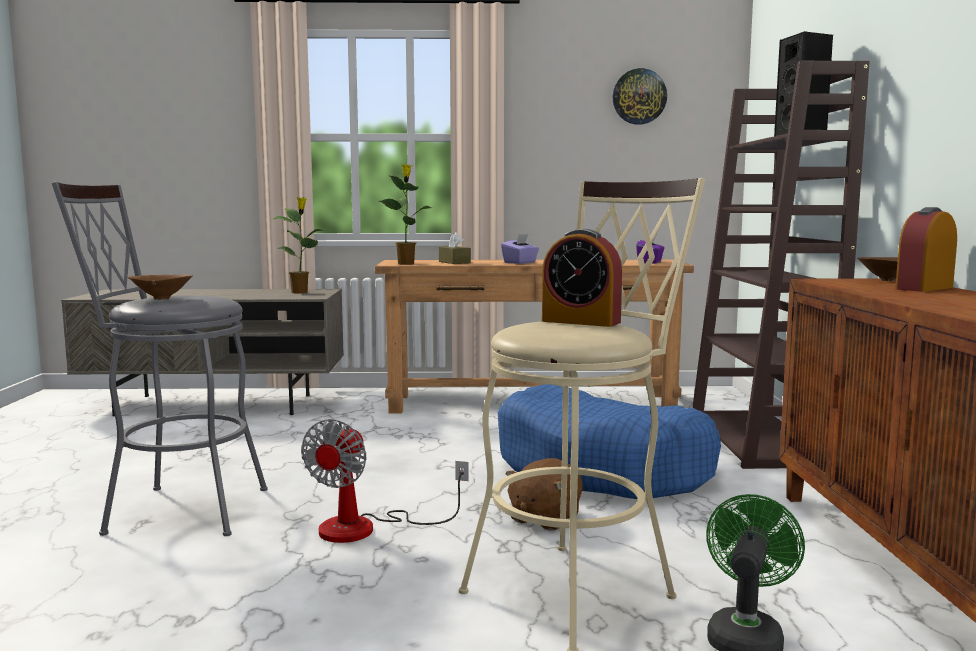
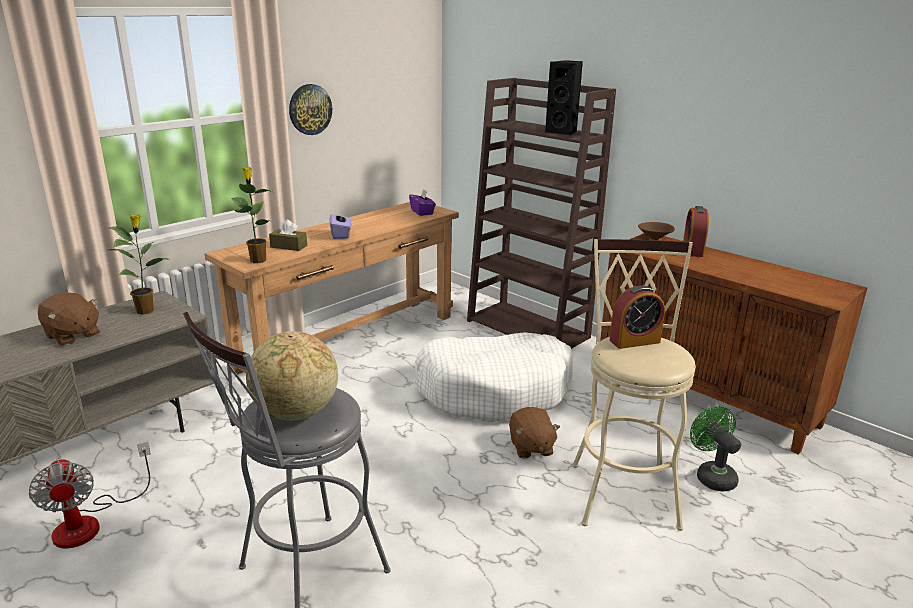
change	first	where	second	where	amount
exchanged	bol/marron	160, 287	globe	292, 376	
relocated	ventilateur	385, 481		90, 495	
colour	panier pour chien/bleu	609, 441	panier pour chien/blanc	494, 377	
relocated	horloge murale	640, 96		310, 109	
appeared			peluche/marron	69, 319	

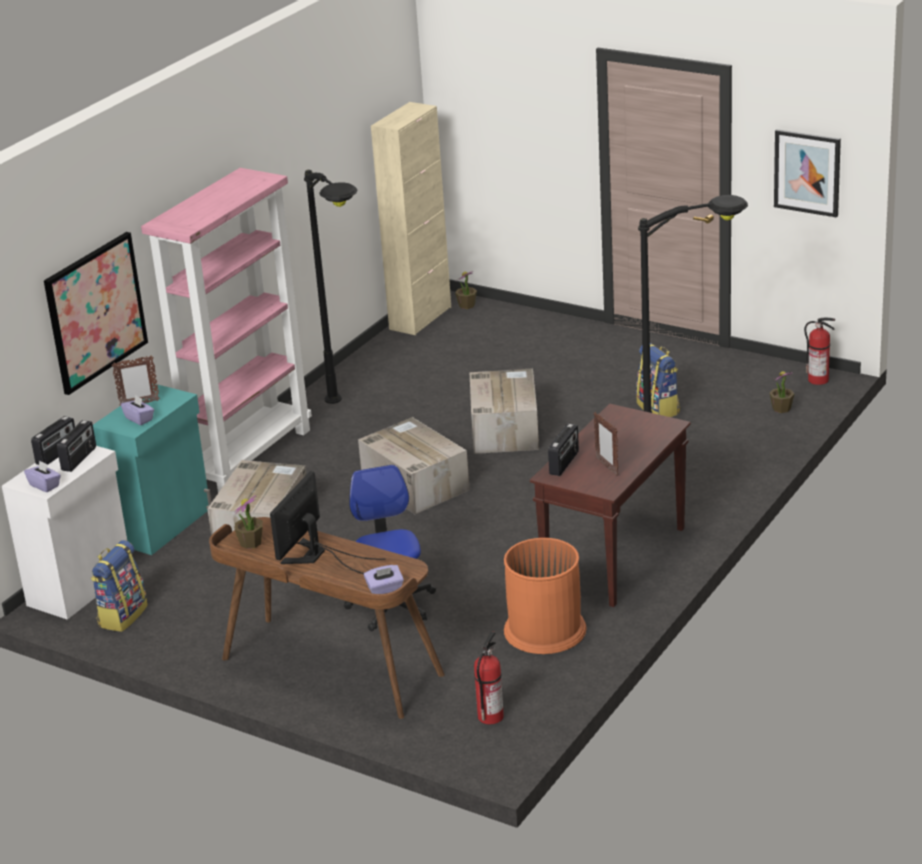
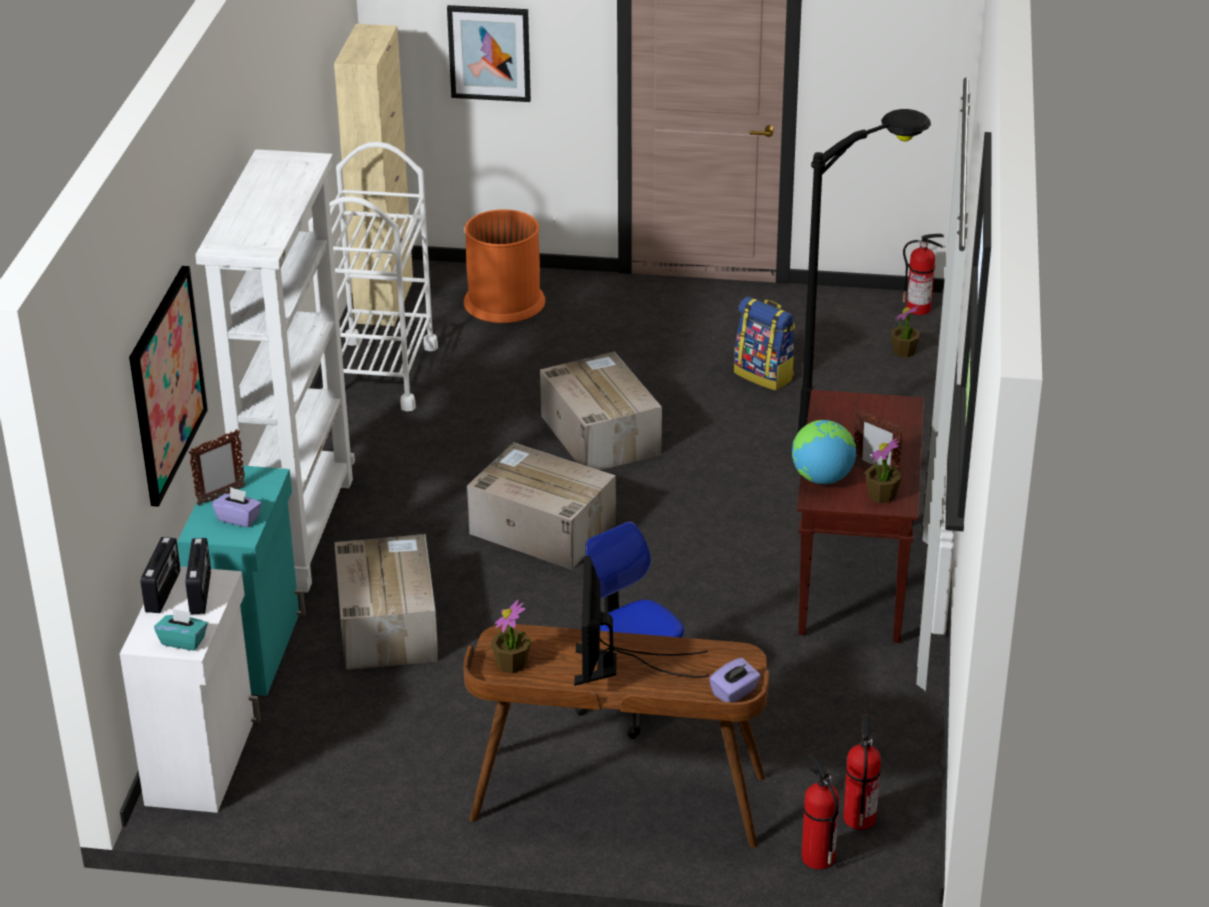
change	first	where	second	where	amount
colour	boîte à mouchoirs/violet	42, 476	boîte à mouchoirs/turquoise	181, 629	
missing	sac à dos	119, 586			
colour	bibliothèque/rose	226, 330	bibliothèque/blanc	275, 371	
missing	lampadaire/noir	331, 287			
relocated	plante en pot	466, 289		883, 471	
relocated	poubelle/orange	545, 596		504, 266	
exchanged	radio	563, 450	globe	824, 452	
relocated	tableau	807, 173		489, 53	
appeared			chariot/blanc	373, 276	
appeared			extincteur	820, 811	

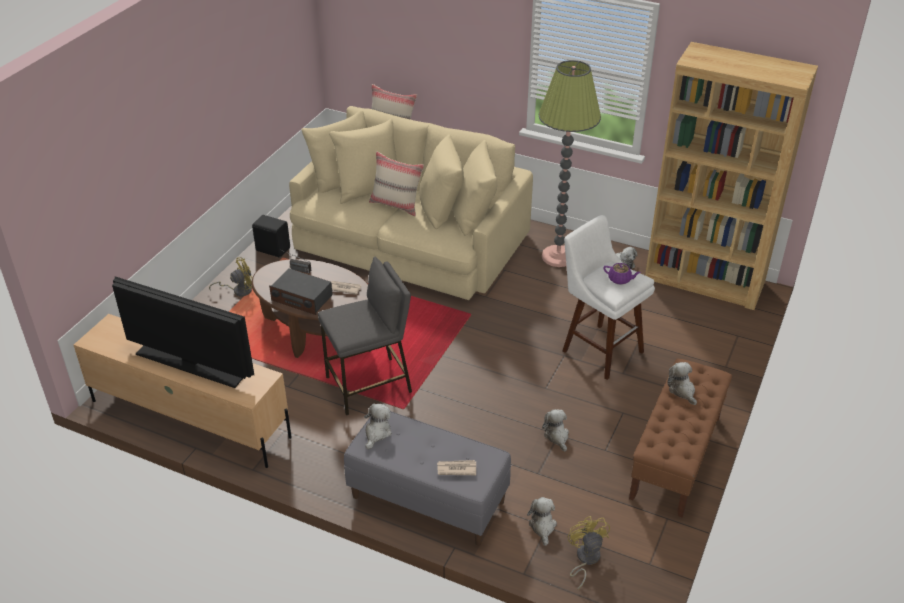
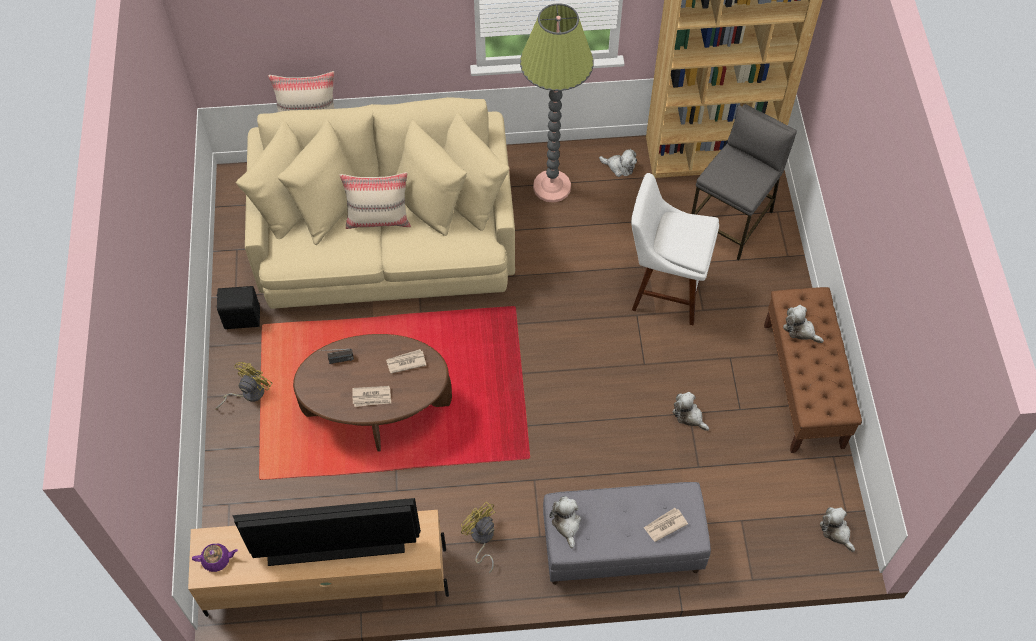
change	first	where	second	where	amount
exchanged	radio	301, 291	journal	372, 396	
relocated	tabouret/gris	365, 335		744, 182	
relocated	peluche	542, 521		837, 529	
relocated	ventilateur/jaune	589, 553		478, 537	
relocated	théière/violet	622, 274		215, 557	

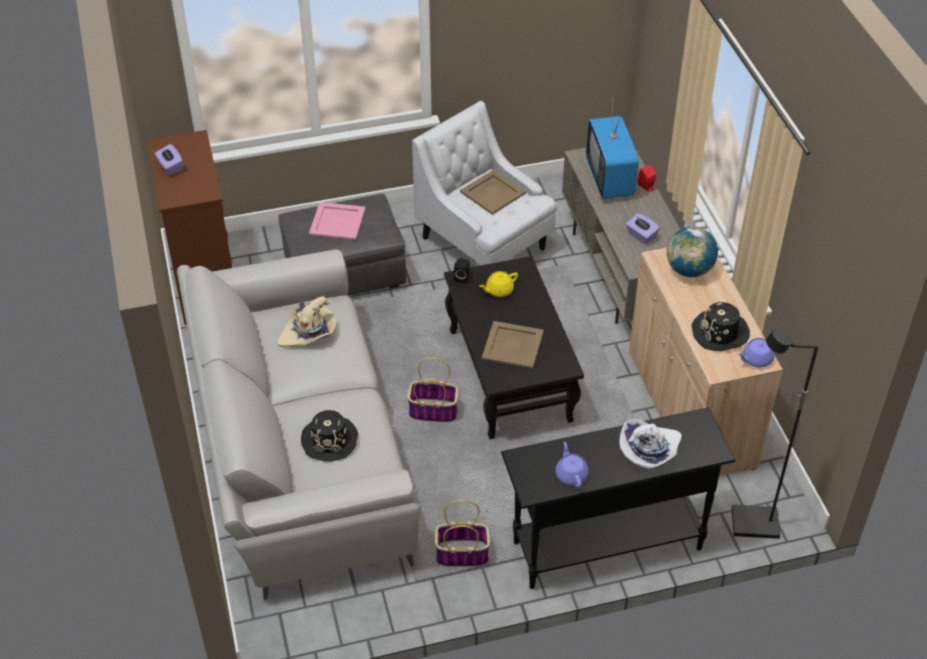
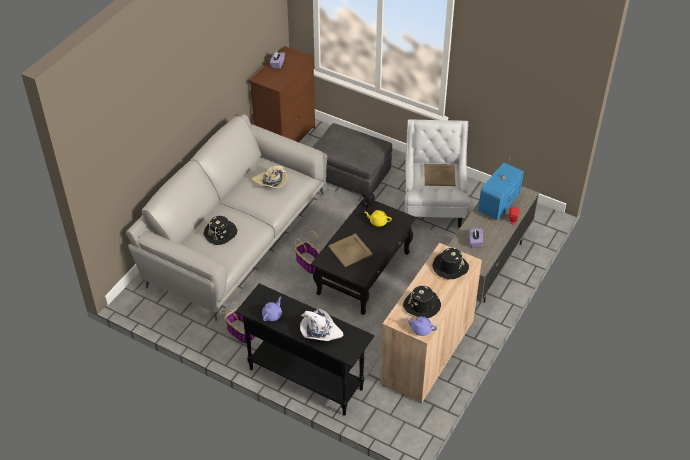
change	first	where	second	where	amount
missing	plateau/rose	337, 221			
exchanged	globe	692, 251	chapeau/noir	450, 263	
missing	lampadaire/noir	775, 433			

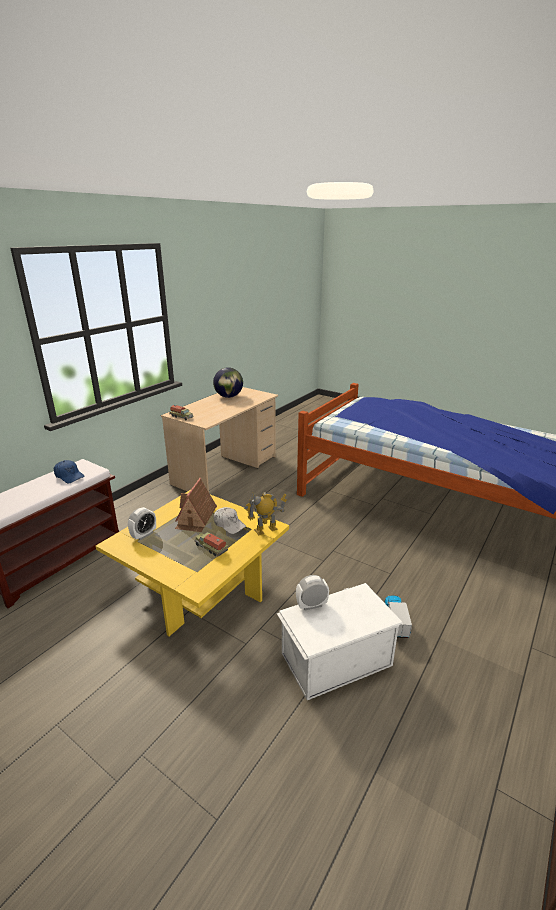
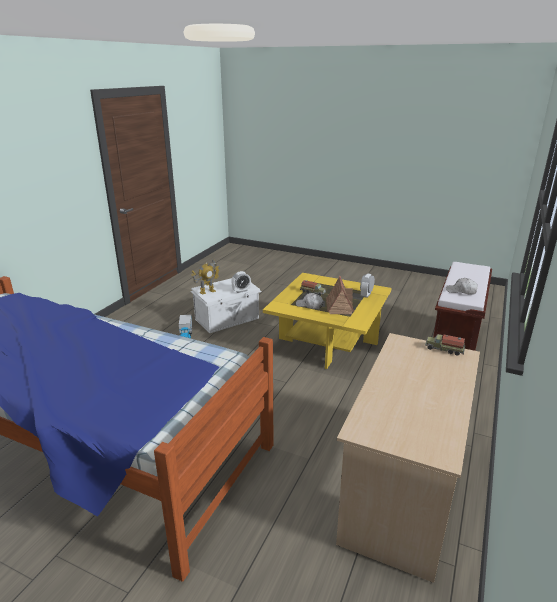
change	first	where	second	where	amount
colour	casquette/bleu	69, 471	casquette/blanc	462, 286	
missing	globe	228, 382			
relocated	robot jouet	265, 513		206, 277	

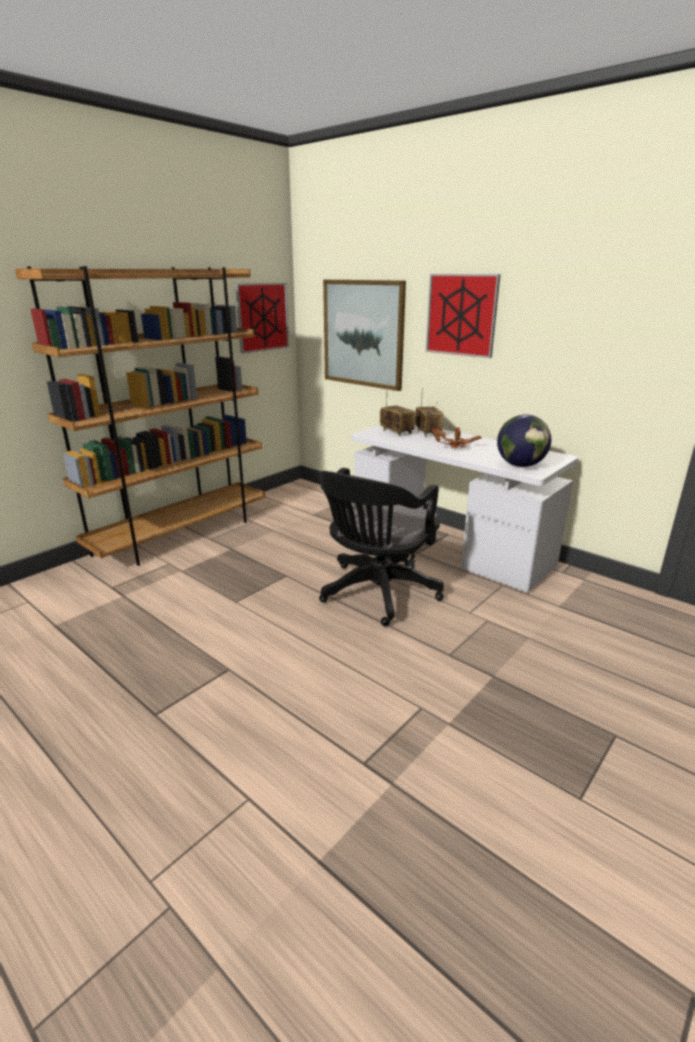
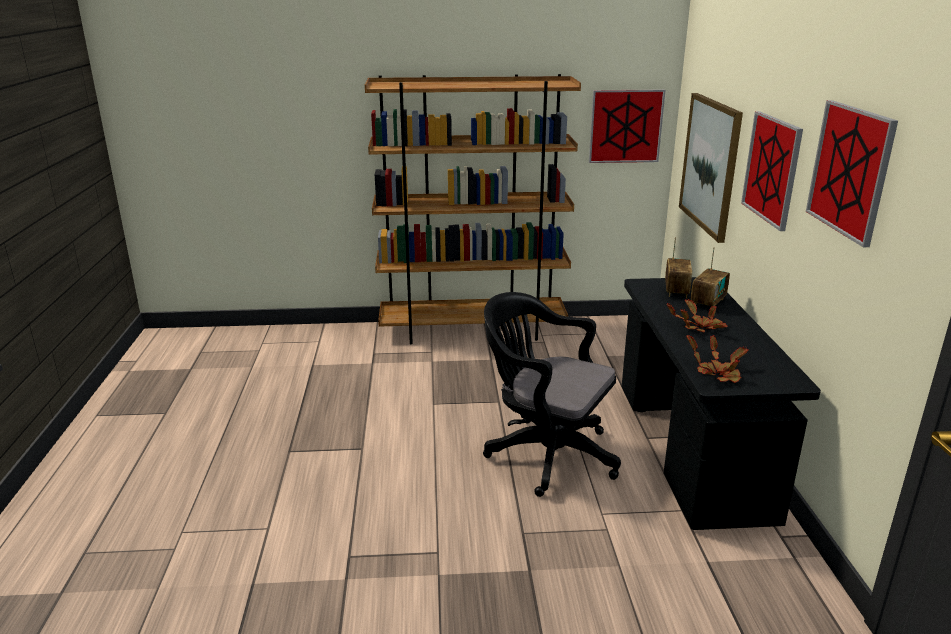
change	first	where	second	where	amount
spun	chaise de bureau/noir	381, 547		552, 394	45 degrees clockwise
colour	bureau/blanc	464, 508	bureau/noir	721, 403	
exchanged	globe	524, 440	plante en pot	717, 359	
appeared			tableau	852, 173	

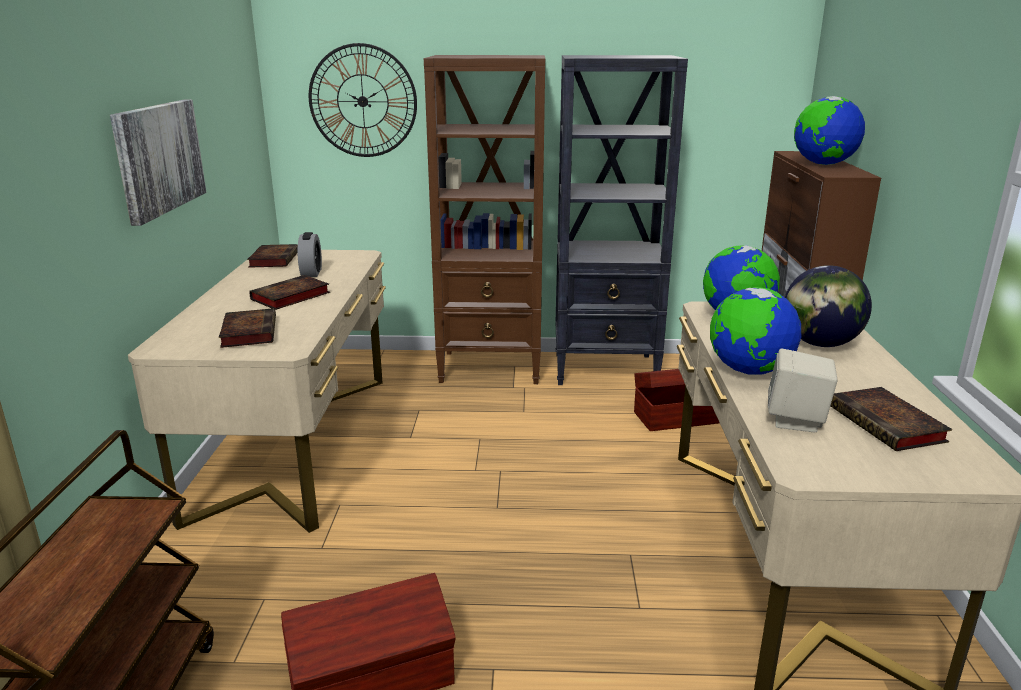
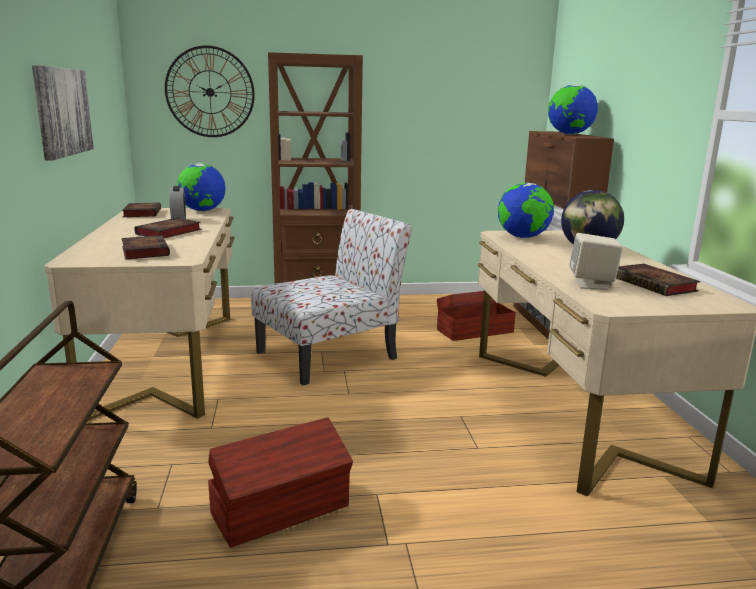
change	first	where	second	where	amount
missing	bibliothèque/noir	621, 220			
relocated	globe	755, 331		201, 187	
appeared			chaise	331, 297	

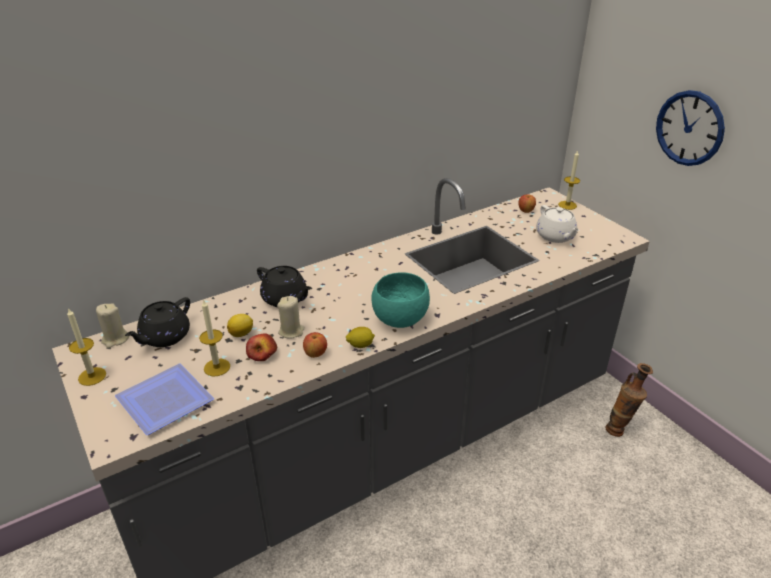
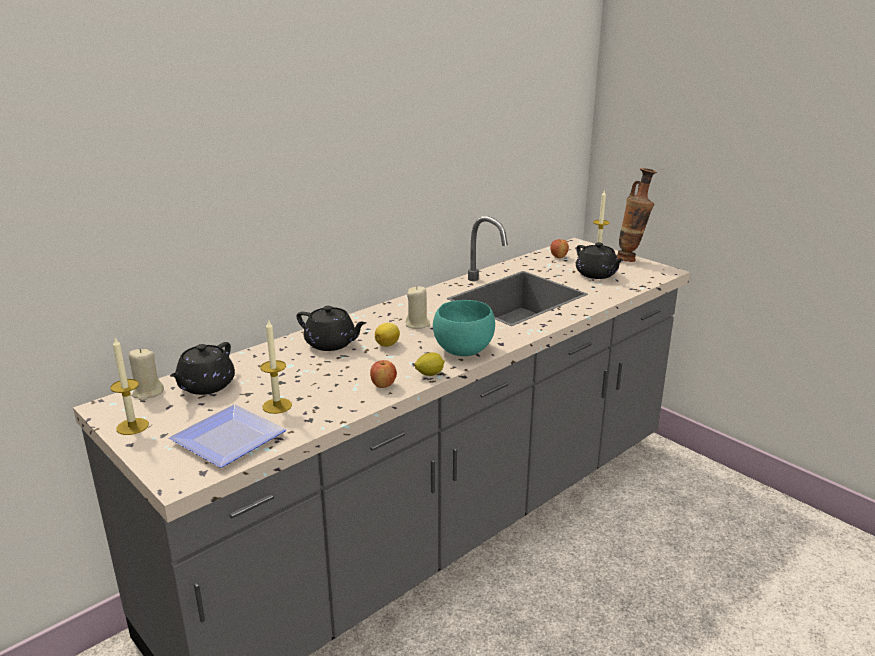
change	first	where	second	where	amount
relocated	citron	240, 325		387, 335	
missing	pomme	261, 347			
relocated	bougie/beige	291, 317		418, 307	
colour	théière/blanc	558, 224	théière/noir	600, 260	
relocated	vase	629, 400		636, 215	
missing	horloge murale	690, 128			

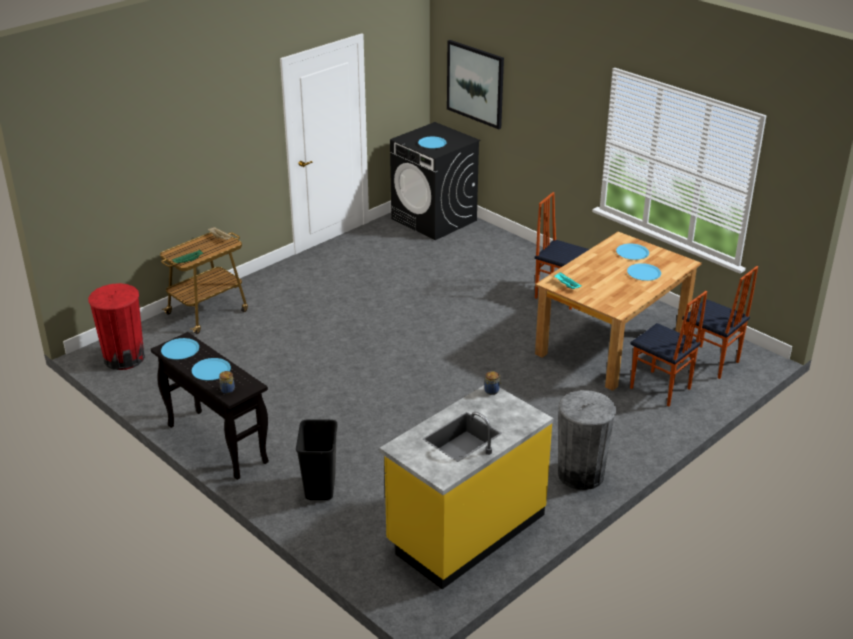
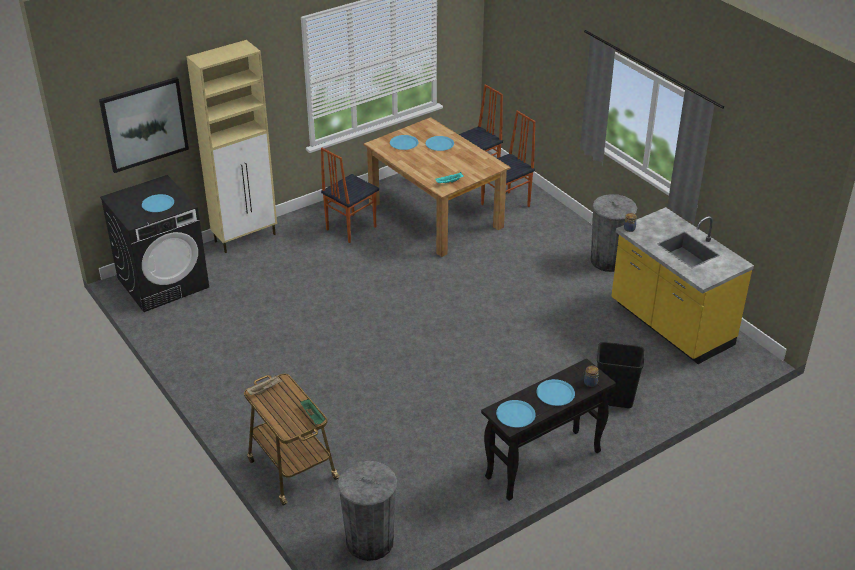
change	first	where	second	where	amount
colour	poubelle/rouge	116, 326	poubelle/gris	367, 511	
appeared			meuble de rangement/beige	231, 146	

